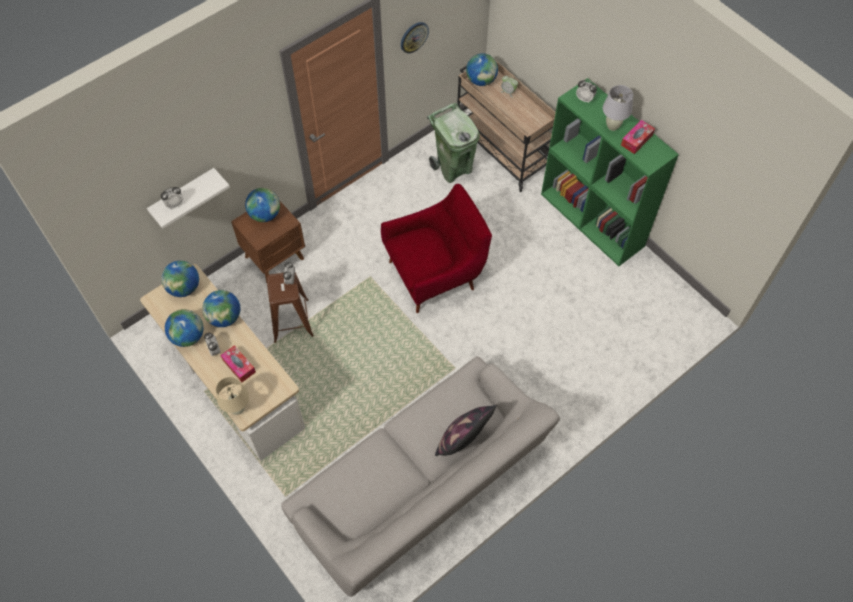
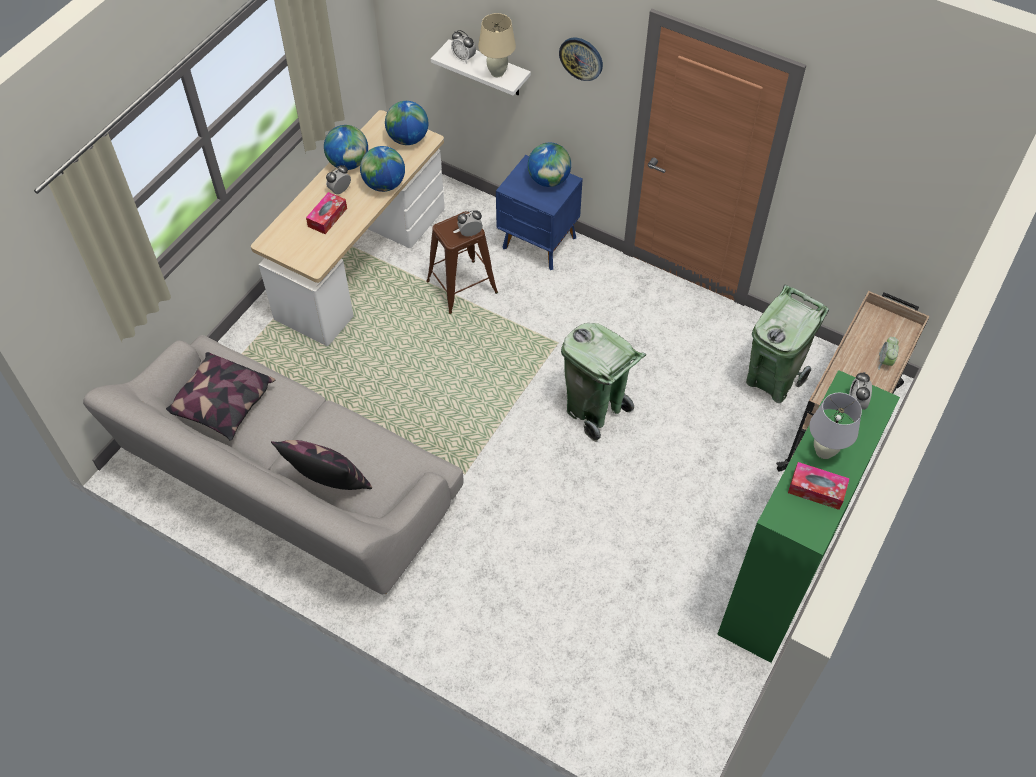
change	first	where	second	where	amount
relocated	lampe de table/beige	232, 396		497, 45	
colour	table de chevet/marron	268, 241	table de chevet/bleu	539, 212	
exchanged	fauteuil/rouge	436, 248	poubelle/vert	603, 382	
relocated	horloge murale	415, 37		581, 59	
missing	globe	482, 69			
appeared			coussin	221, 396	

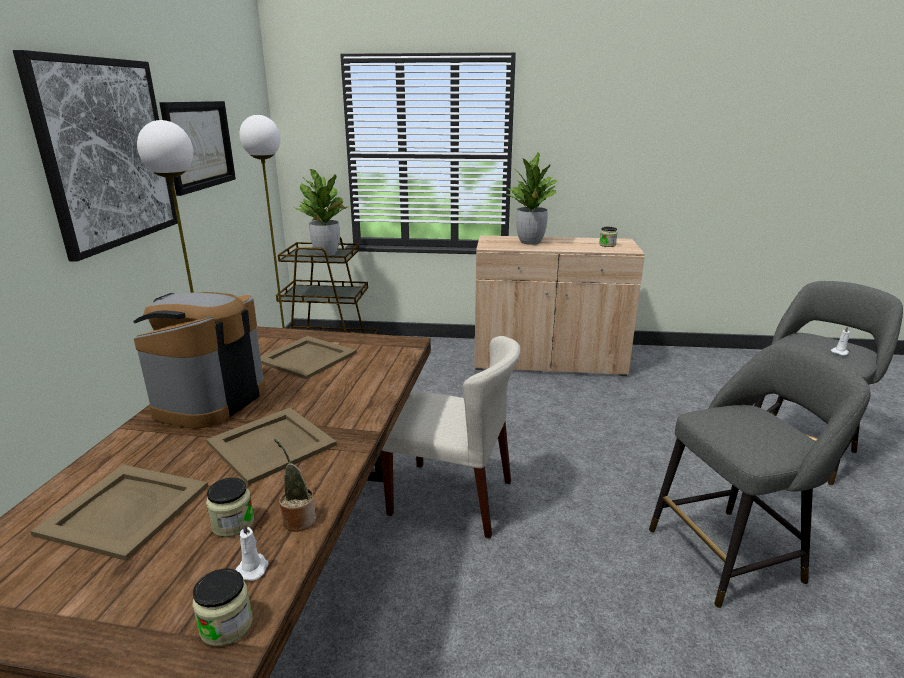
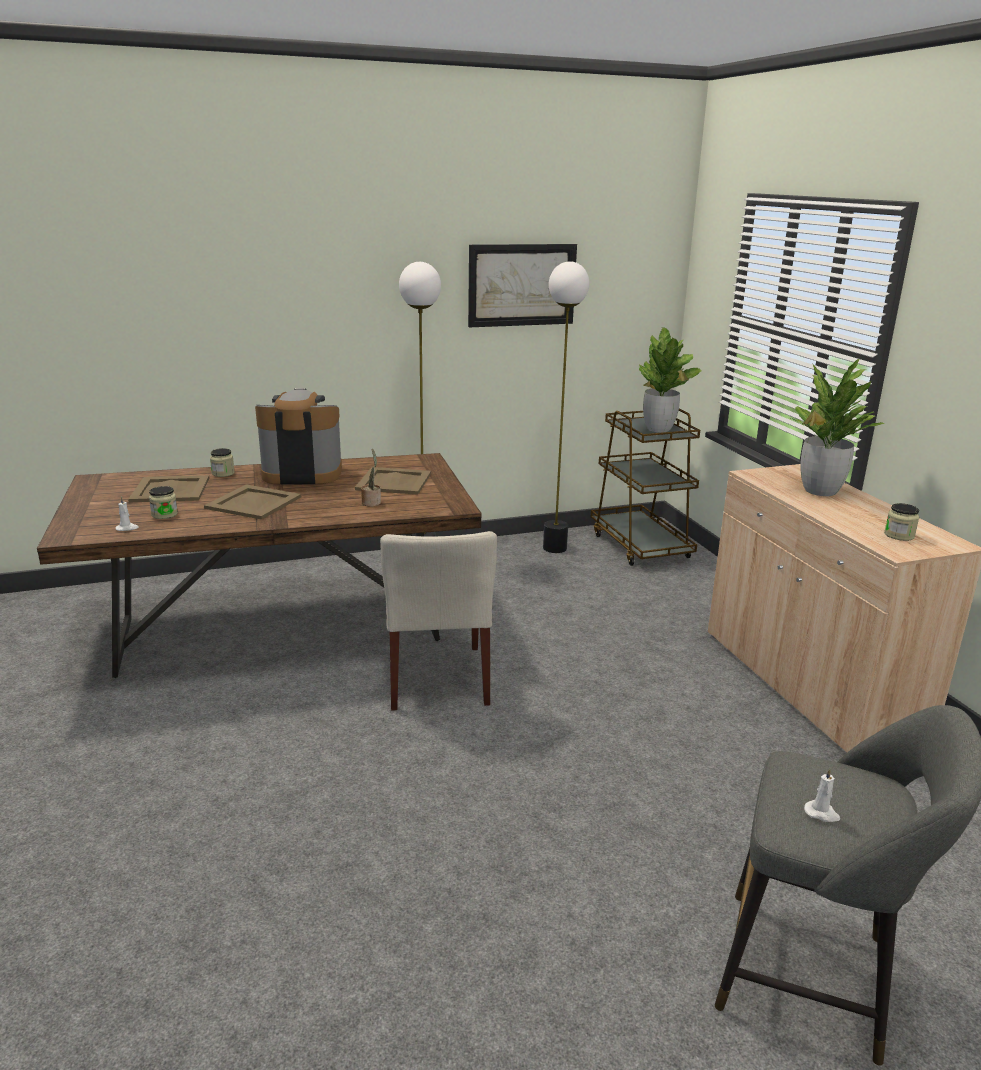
change	first	where	second	where	amount
missing	tableau	95, 156			
relocated	bocal	223, 607		222, 462	
relocated	plante en pot	295, 485		371, 478	
missing	tabouret/gris	759, 475			

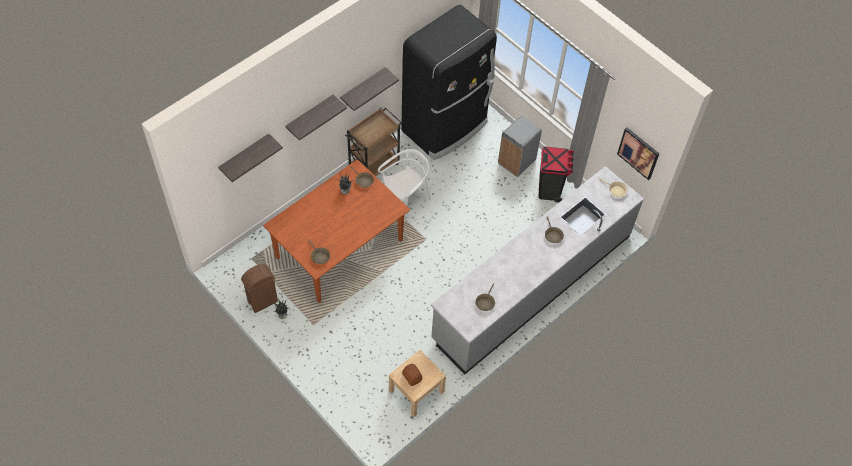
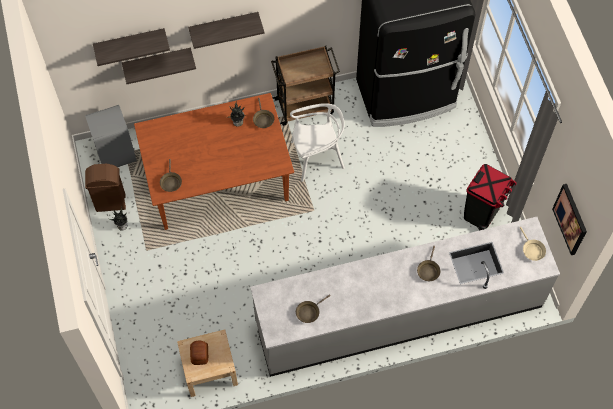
change	first	where	second	where	amount
relocated	étagère	369, 89		159, 66	
relocated	poubelle/gris	520, 146		111, 136	

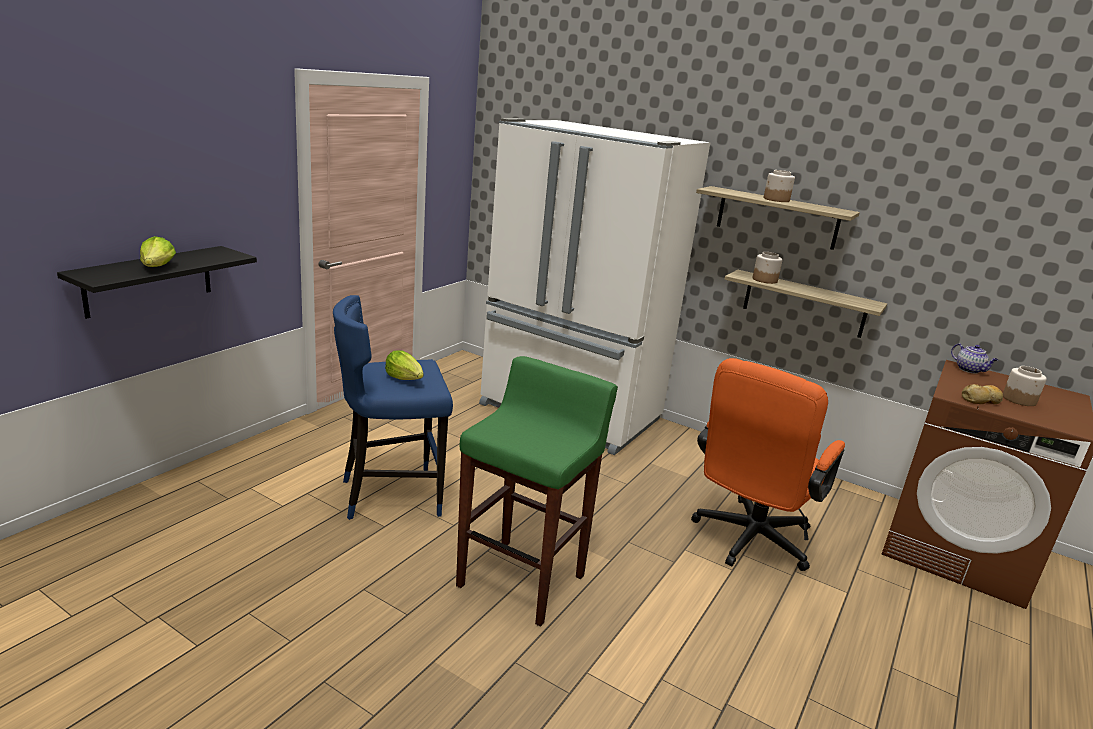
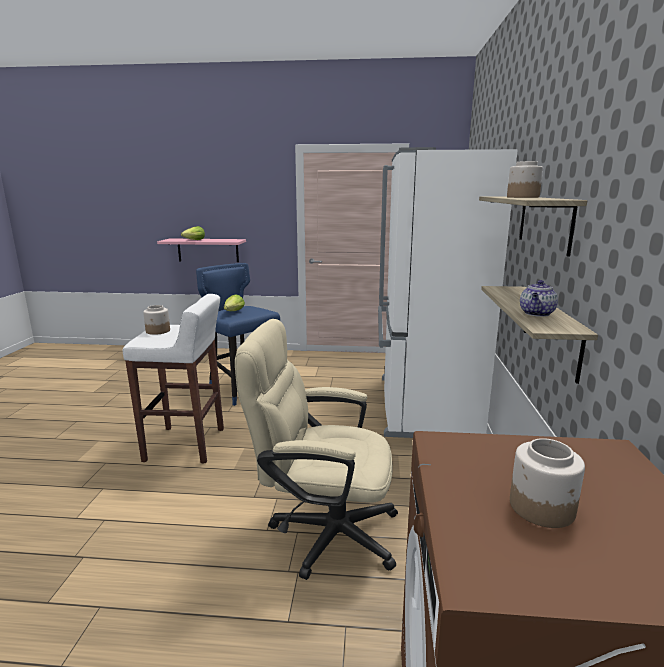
change	first	where	second	where	amount
colour	étagère/noir	157, 282	étagère/rose	201, 250	
colour	tabouret/vert	537, 491	tabouret/blanc	173, 378	
colour	chaise de bureau/orange	768, 464	chaise de bureau/beige	316, 449	
relocated	bocal	768, 268		156, 320	
relocated	théière	974, 358		539, 298	
missing	pain	982, 394			

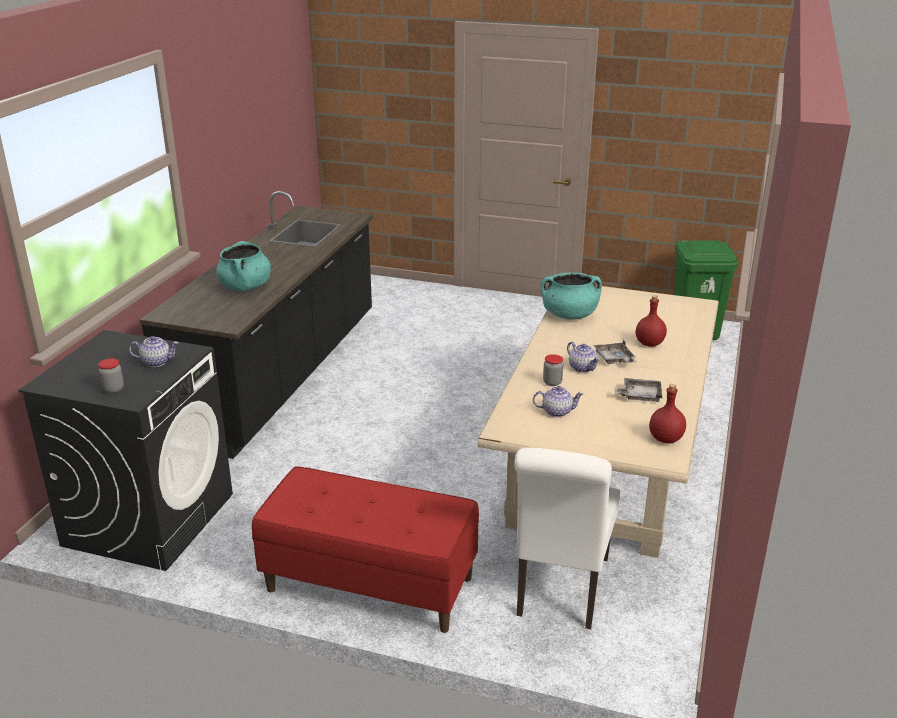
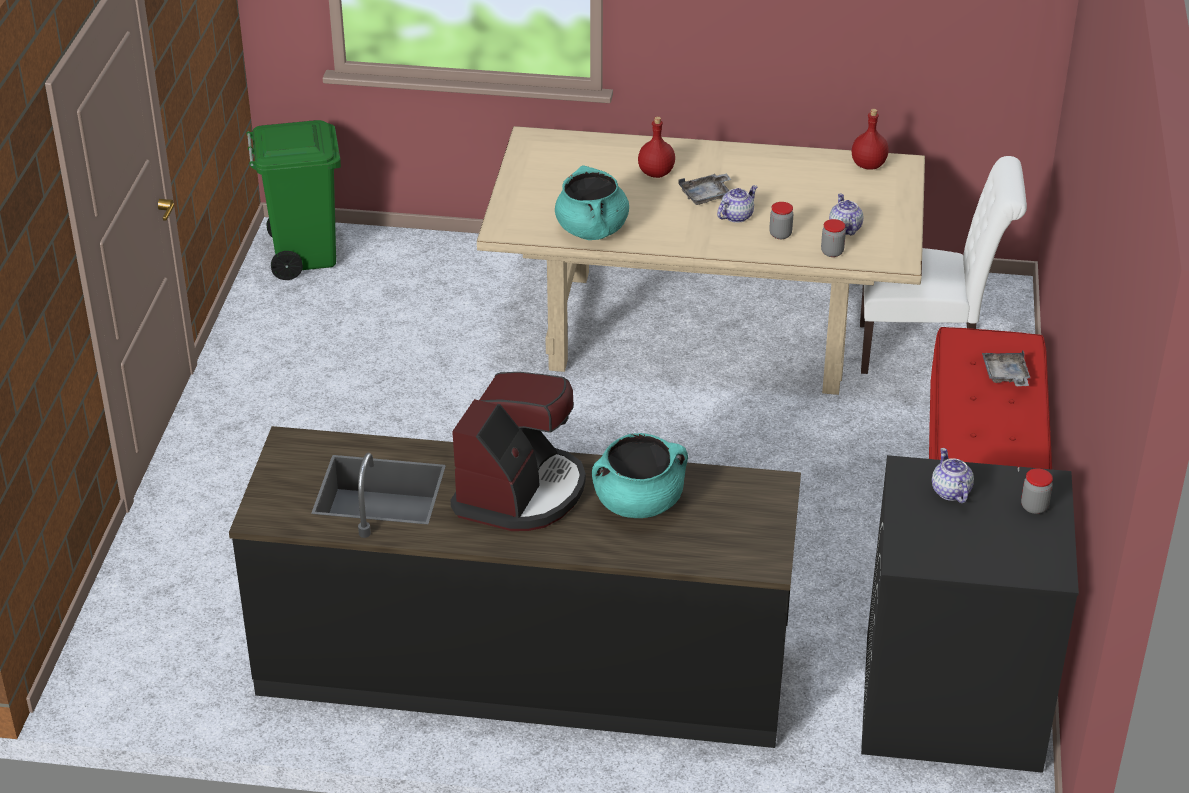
change	first	where	second	where	amount
relocated	plateau/gris	638, 390		1006, 368	
appeared			machine à café	518, 451	
appeared			bocal	833, 238	

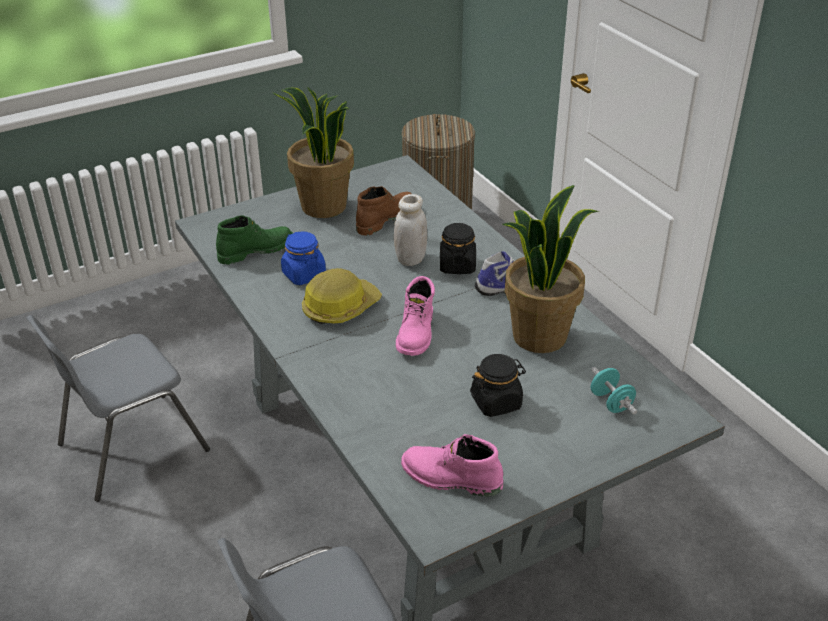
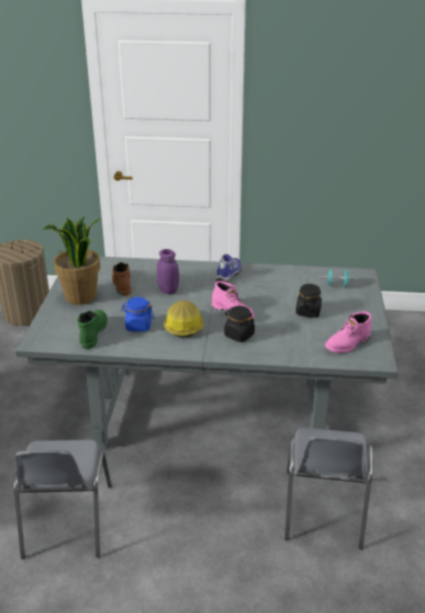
change	first	where	second	where	amount
colour	bocal/blanc	410, 230	bocal/violet	168, 271	
relocated	bocal/noir	458, 248		239, 324	
missing	plante en pot	550, 269			

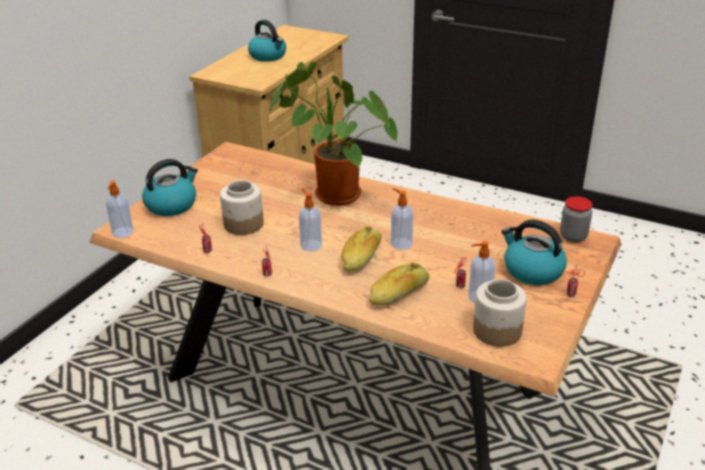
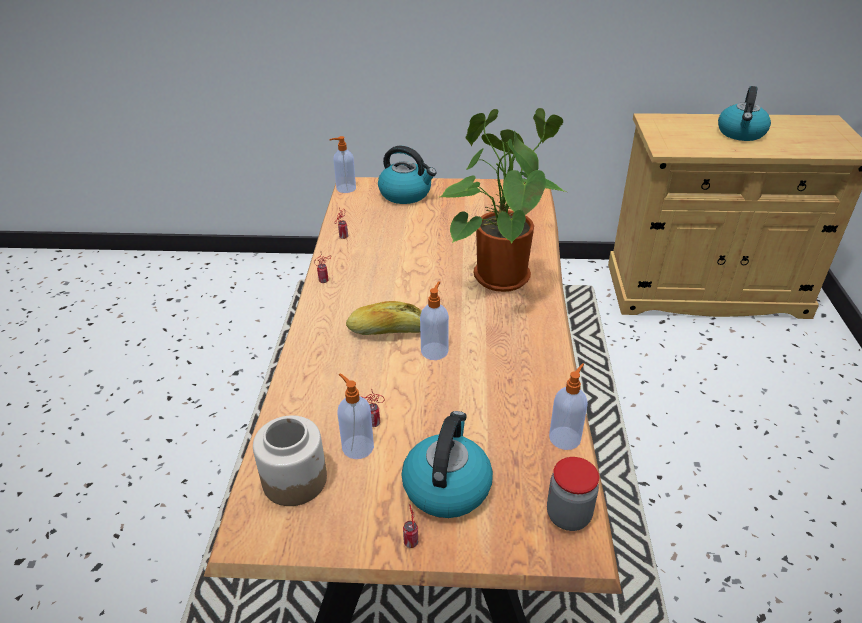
change	first	where	second	where	amount
missing	bocal	242, 207			
relocated	distributeur de savon	310, 220		568, 406	
missing	pain	399, 284			

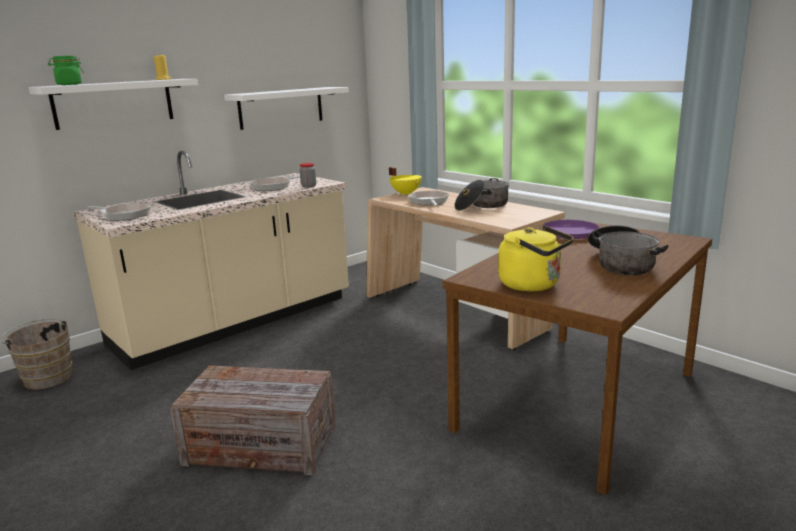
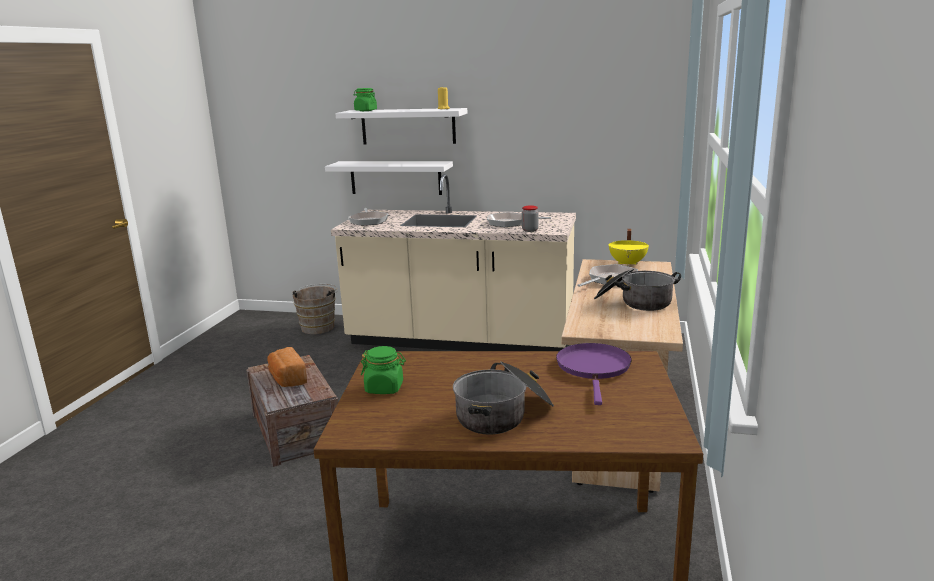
change	first	where	second	where	amount
relocated	étagère/blanc	286, 108		389, 178	
exchanged	bouilloire/jaune	536, 258	bocal/vert	383, 370	
appeared			pain	287, 367	

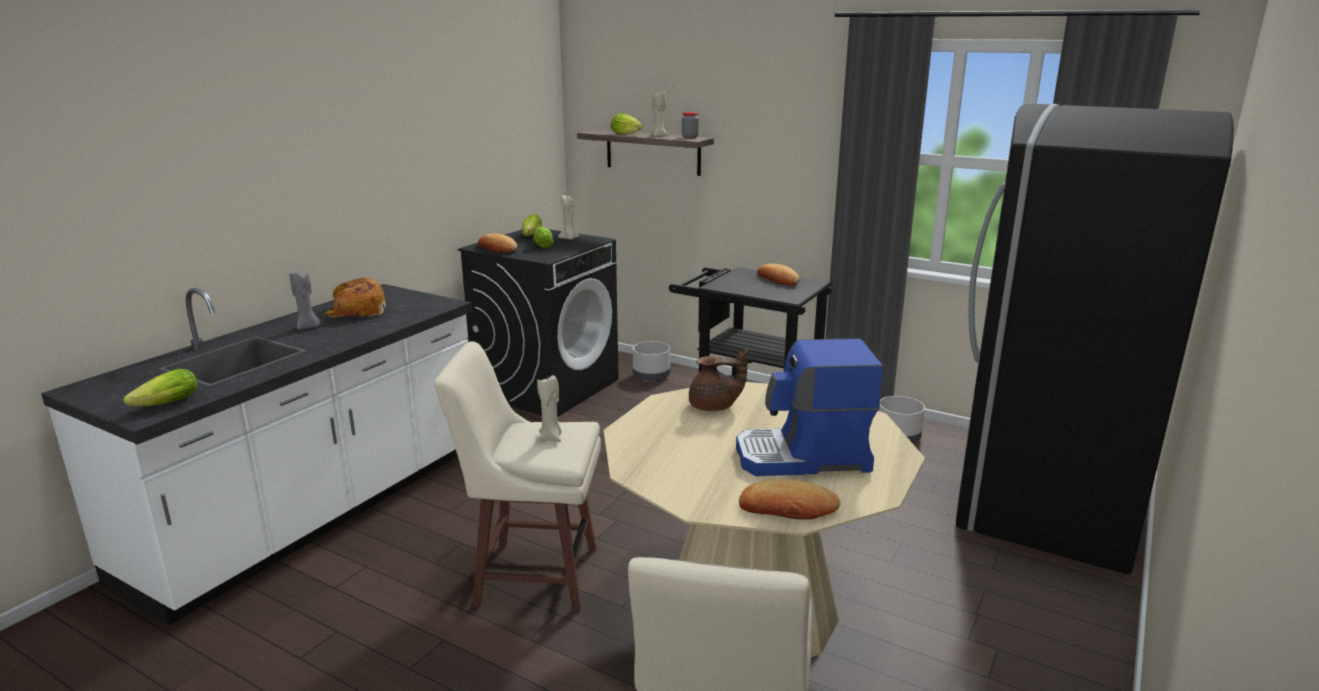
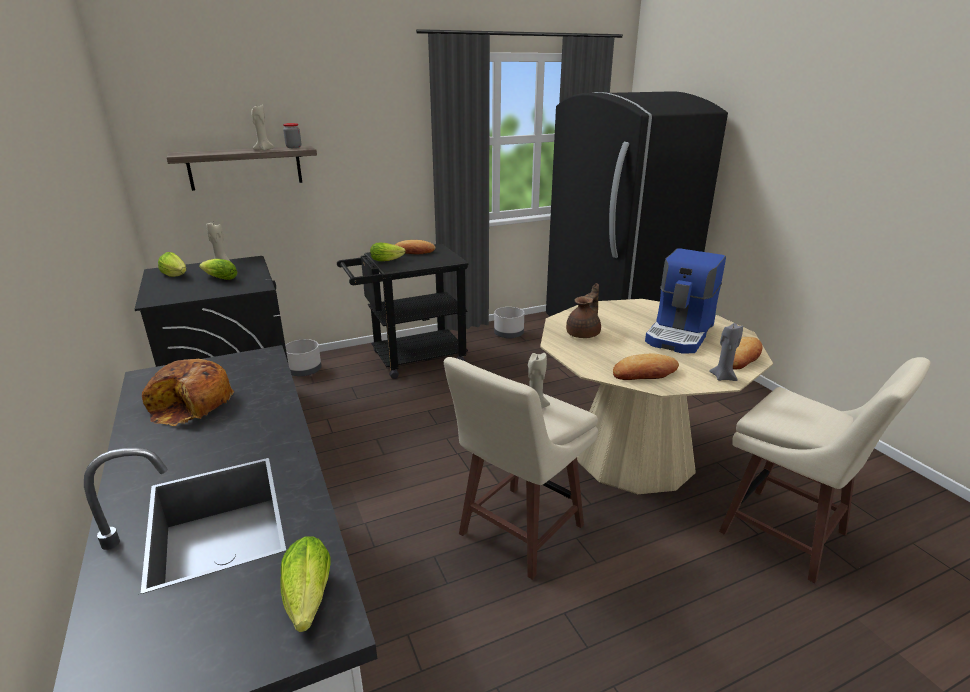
change	first	where	second	where	amount
relocated	bougie/gris	305, 300		726, 352	
relocated	pain	498, 243		646, 367	
relocated	laitue	626, 123		388, 251	

